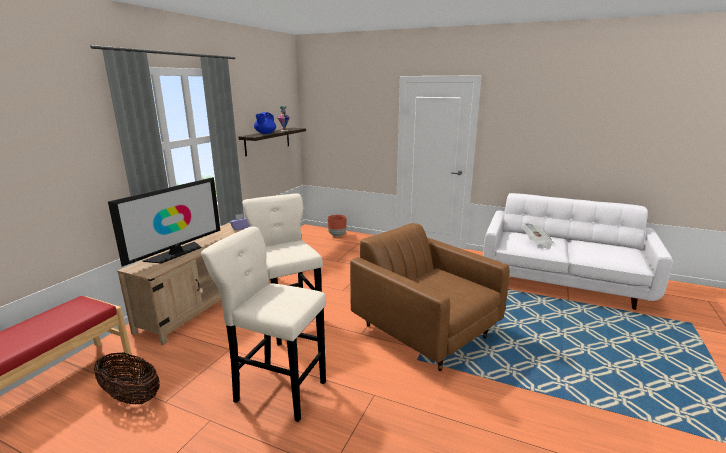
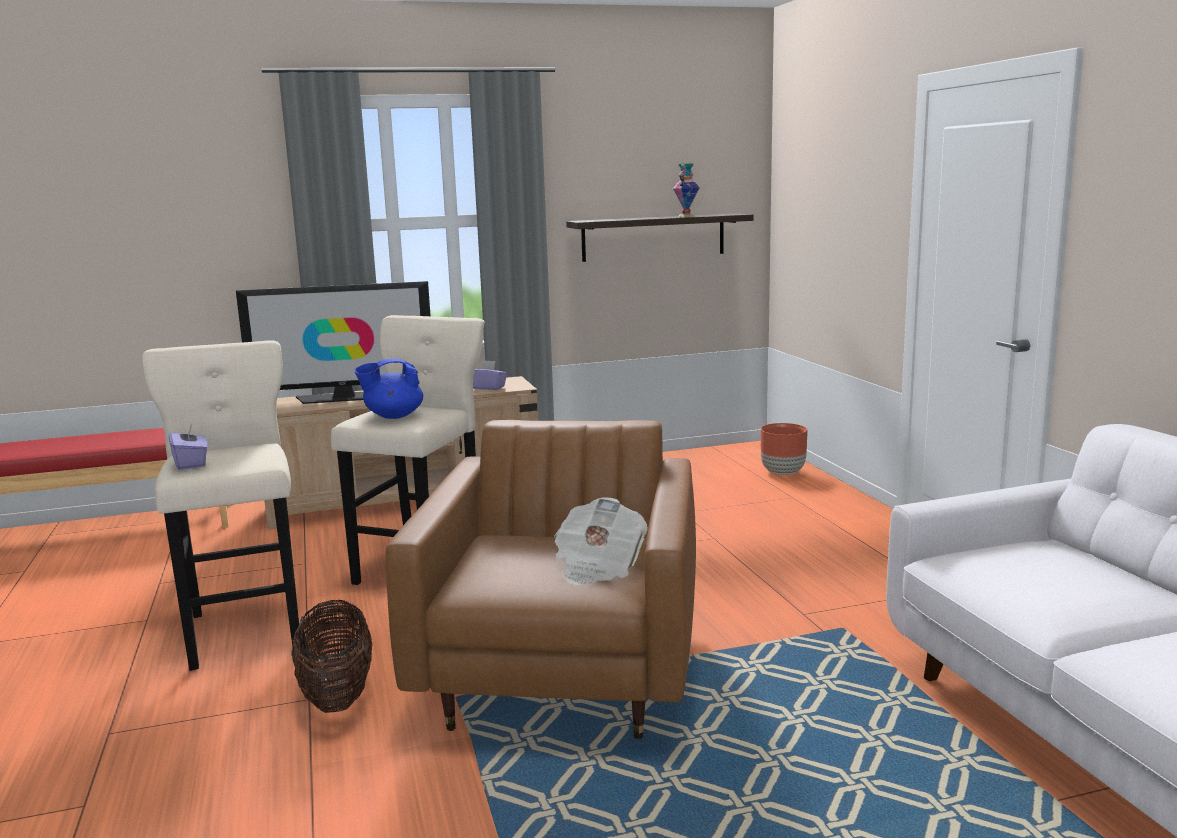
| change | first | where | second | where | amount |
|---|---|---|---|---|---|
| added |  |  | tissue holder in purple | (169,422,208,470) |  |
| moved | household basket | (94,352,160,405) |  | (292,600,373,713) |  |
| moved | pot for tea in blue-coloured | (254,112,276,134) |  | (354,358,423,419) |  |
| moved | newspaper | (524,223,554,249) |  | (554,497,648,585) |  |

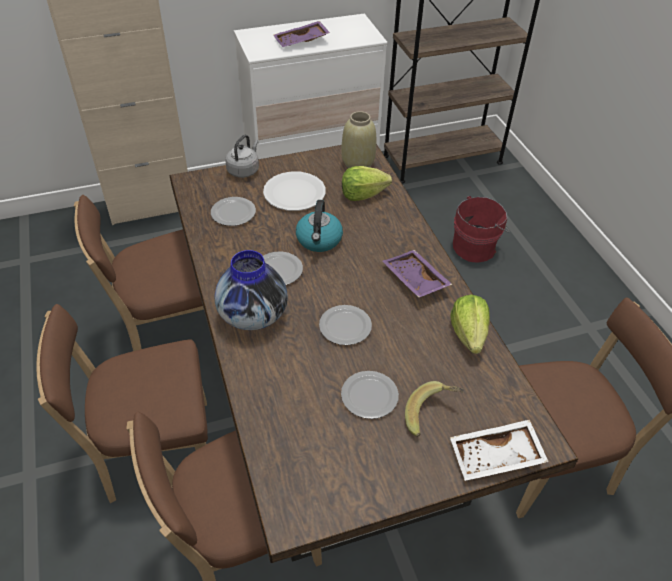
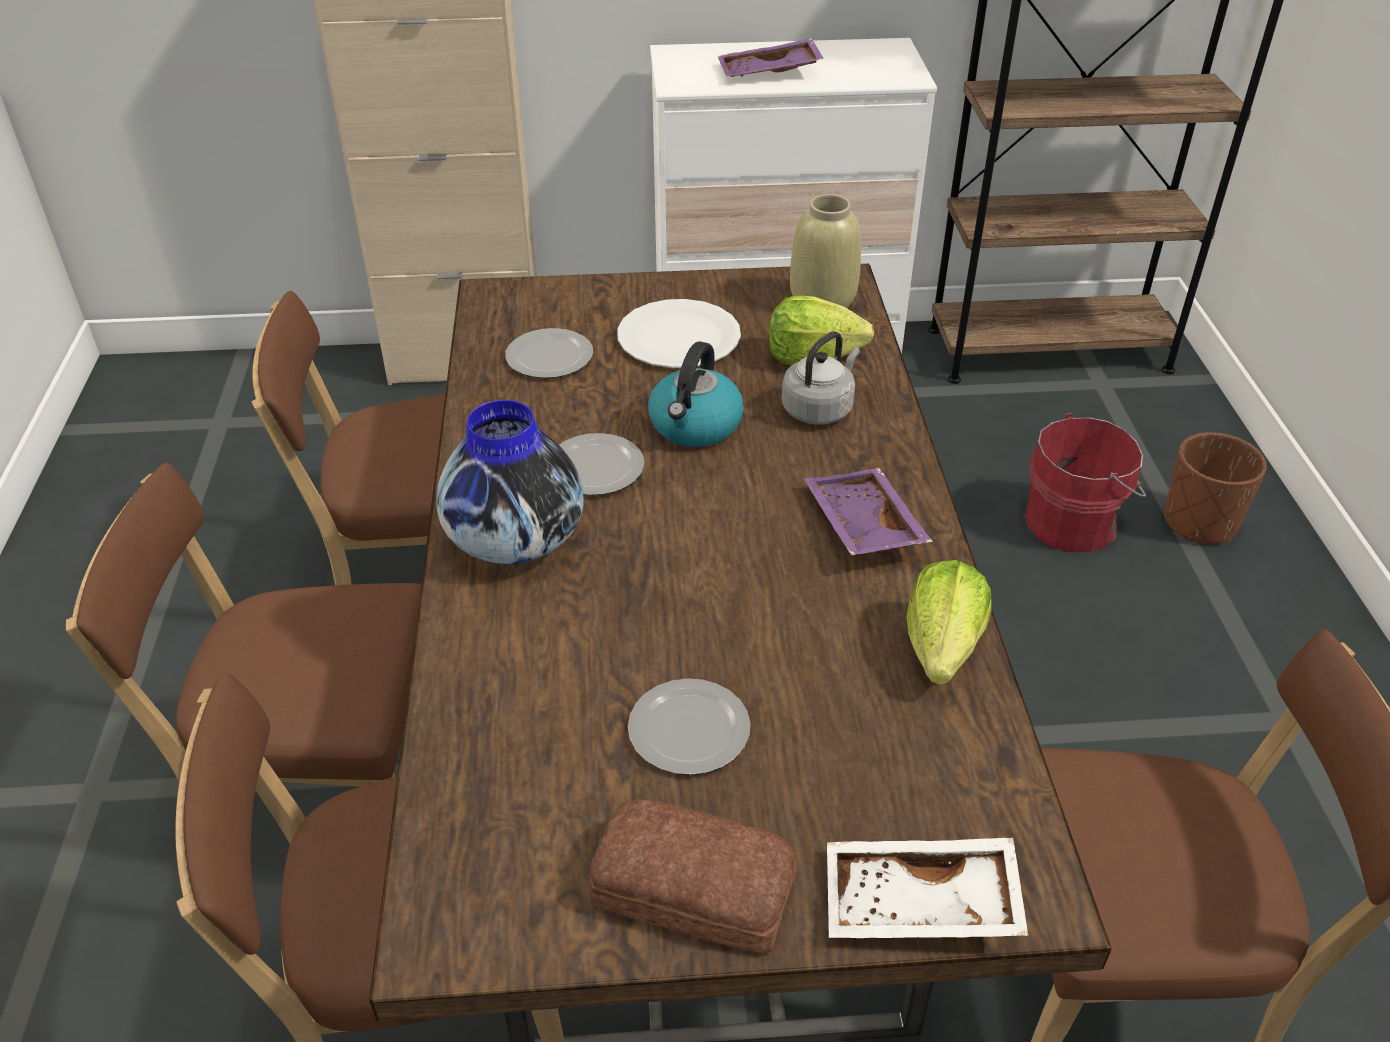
| change | first | where | second | where | amount |
|---|---|---|---|---|---|
| added |  |  | bakery bread | (588,800,797,953) |  |
| moved | tea kettle in greyish | (225,135,259,178) |  | (782,331,860,425) |  |
| added |  |  | planter in brown | (1164,432,1267,544) |  |
| removed | flat dish | (319,305,372,345) |  |  |  |
| removed | whole banana | (405,381,464,437) |  |  |  |

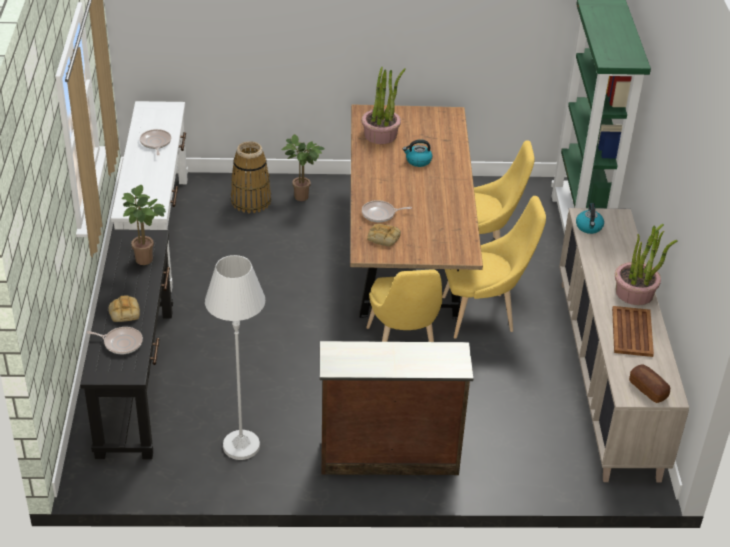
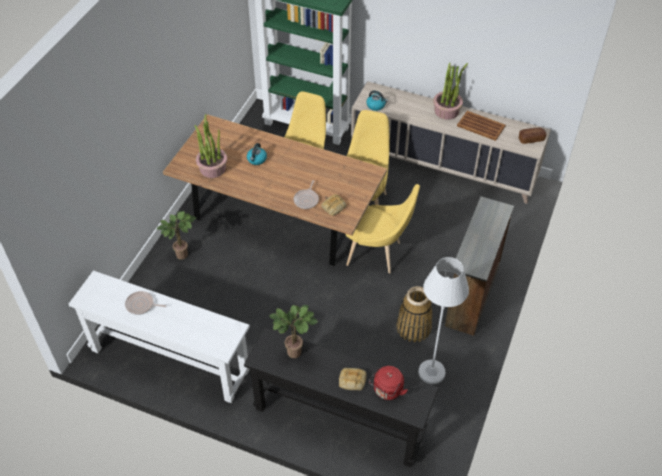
| change | first | where | second | where | amount |
|---|---|---|---|---|---|
| replaced | pan | (87,327,143,354) | tea kettle in red-coloured | (369,366,408,400) |  |
| moved | household basket | (231,141,271,213) |  | (397,286,432,342) |  |

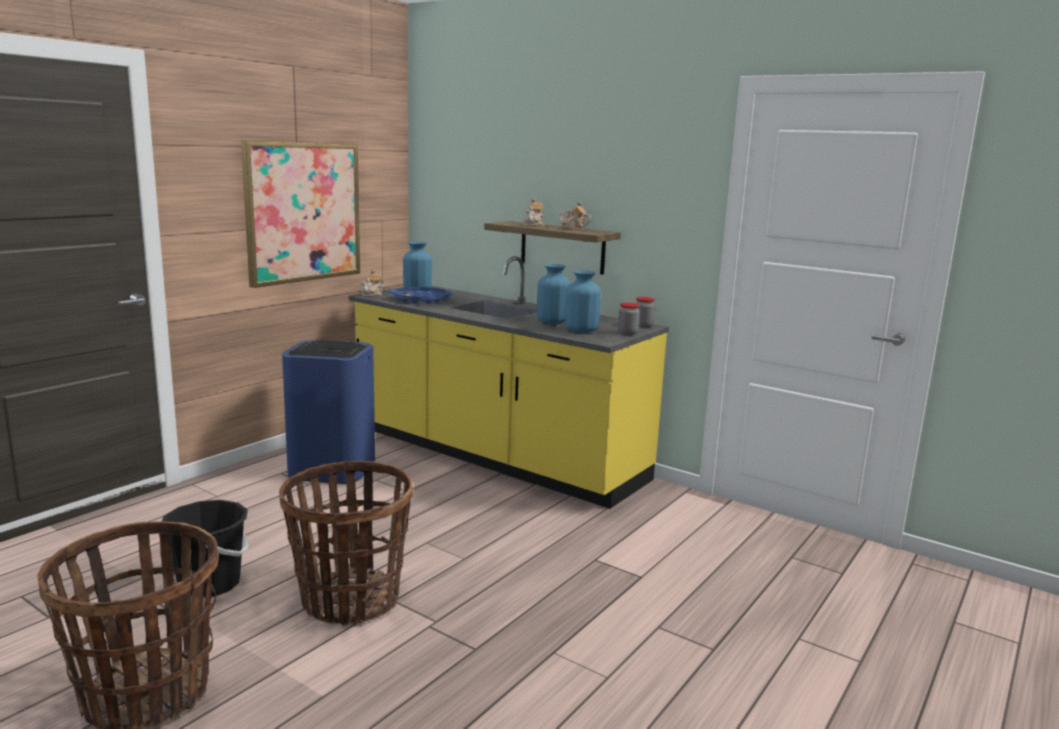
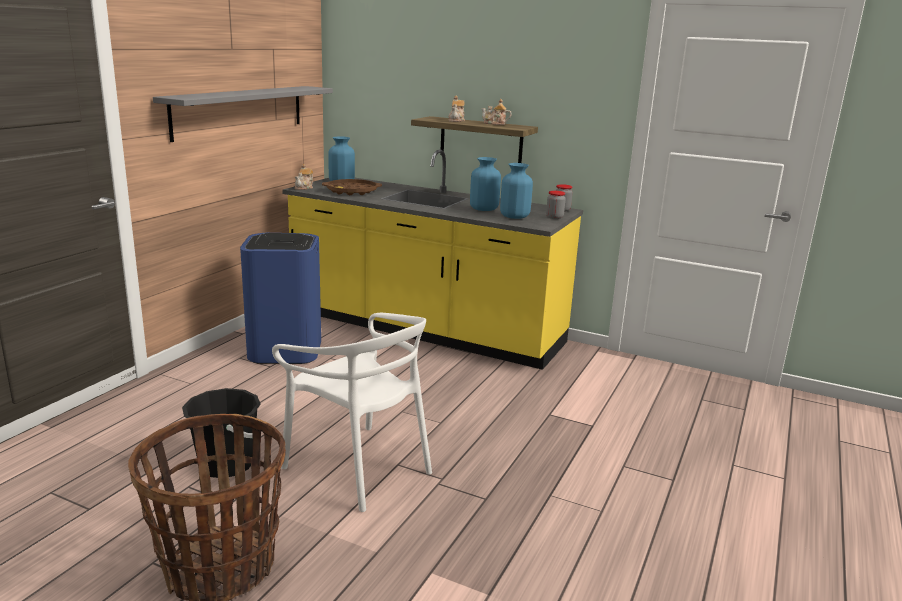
| change | first | where | second | where | amount |
|---|---|---|---|---|---|
| replaced | picture | (241,141,360,288) | wall shelf in greyish | (153,86,333,142) |  |
| replaced | household basket | (279,461,413,625) | upright chair in white | (272,313,432,512) |  |
| recoloured | tray in blue-coloured | (388,287,453,304) | tray in brown | (322,179,382,195) |  |

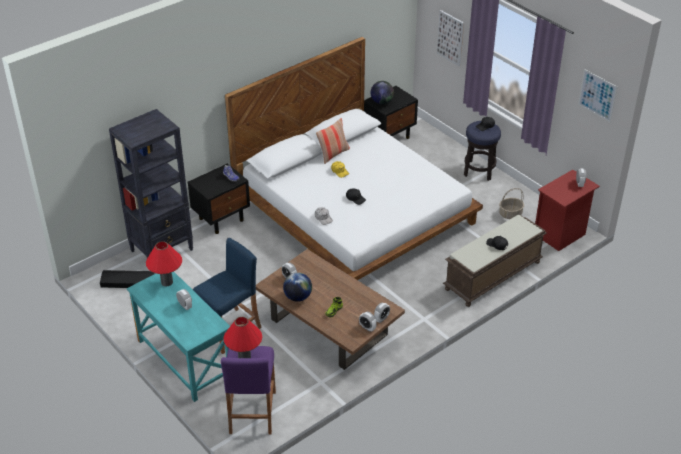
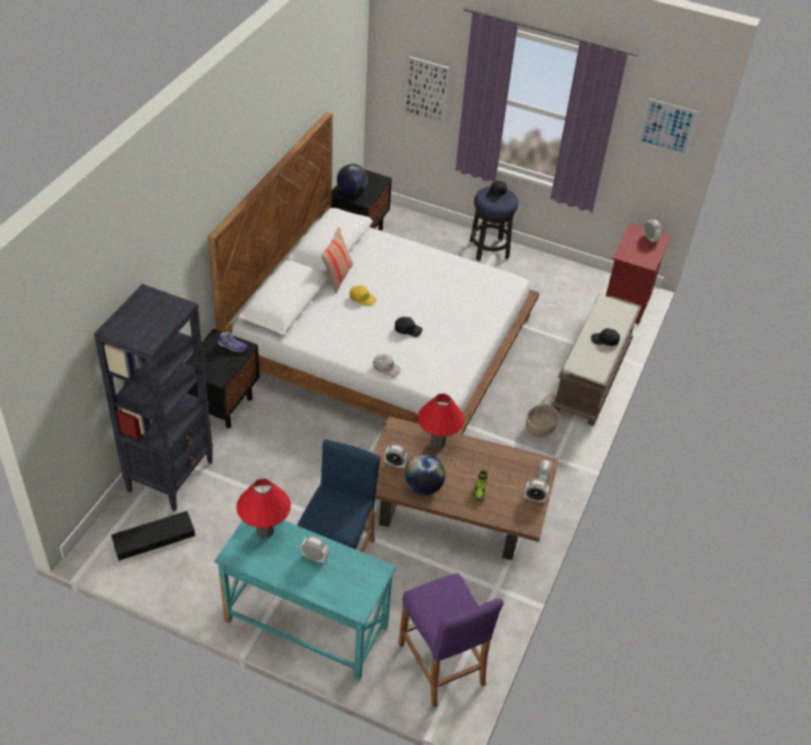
| change | first | where | second | where | amount |
|---|---|---|---|---|---|
| moved | table lamp in red-coloured | (223,317,262,358) |  | (418,394,464,449) |  |
| moved | household basket | (499,188,524,219) |  | (526,394,559,437) |  |

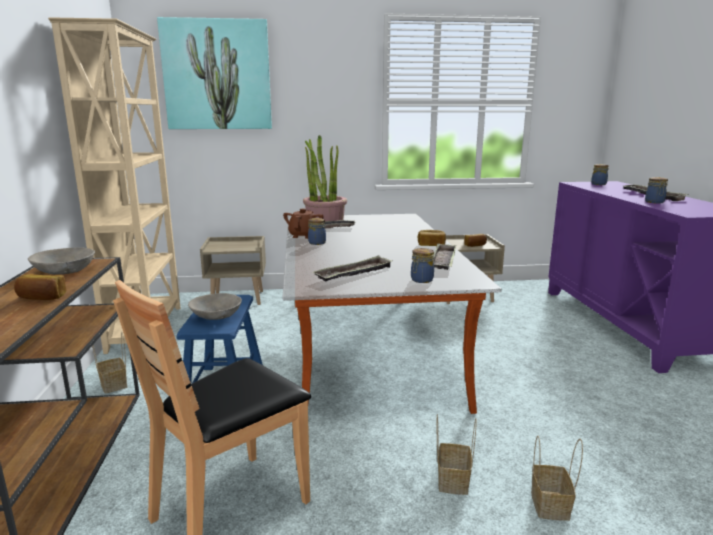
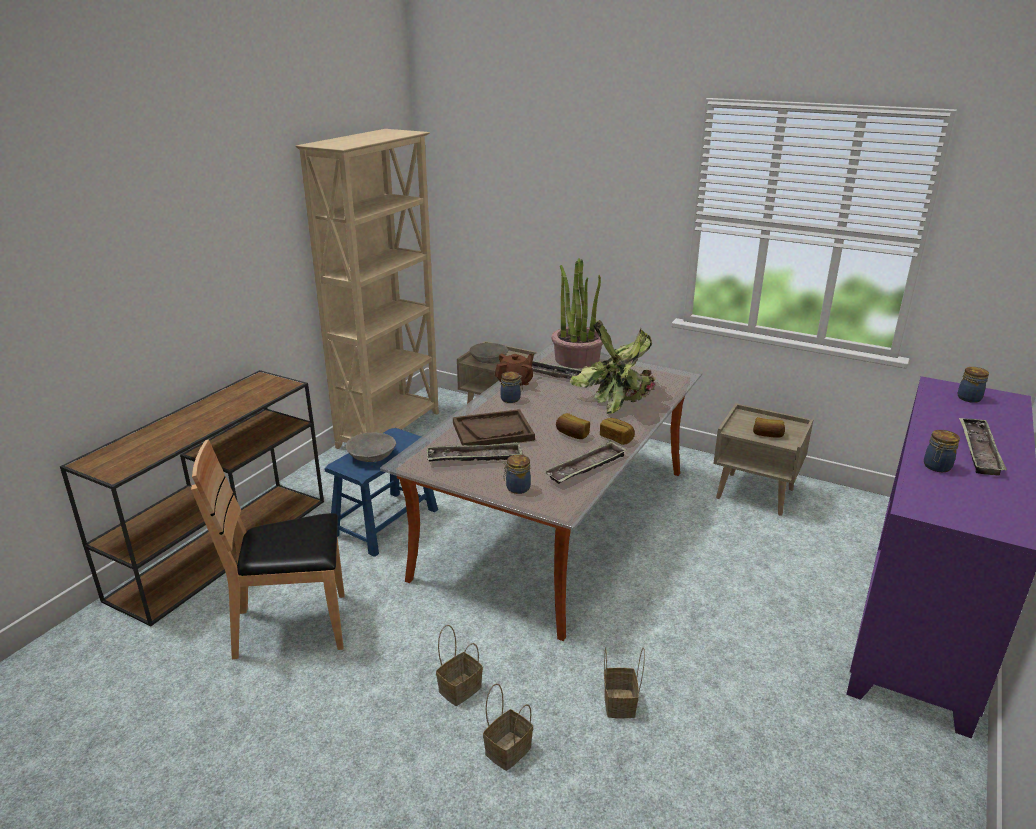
| change | first | where | second | where | amount |
|---|---|---|---|---|---|
| added |  |  | tray in brown | (453,409,535,446) |  |
| moved | serving bowl in greyish | (28,248,95,274) |  | (470,343,508,363) |  |
| moved | bakery bread | (14,274,66,300) |  | (556,413,590,439) |  |
| added |  |  | potted plant | (570,320,656,414) |  |
| moved | household basket | (92,332,127,394) |  | (604,647,645,718) |  |
| removed | picture | (157,17,272,129) |  |  |  |

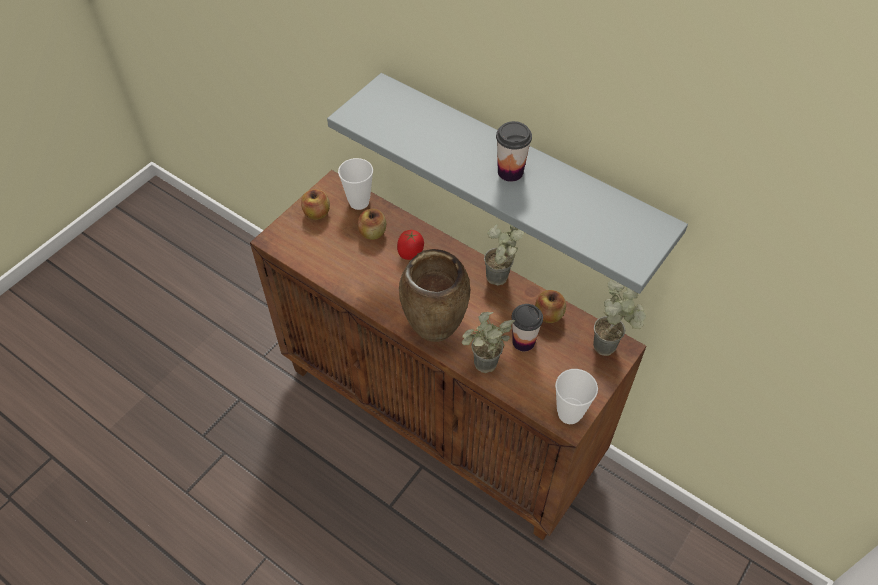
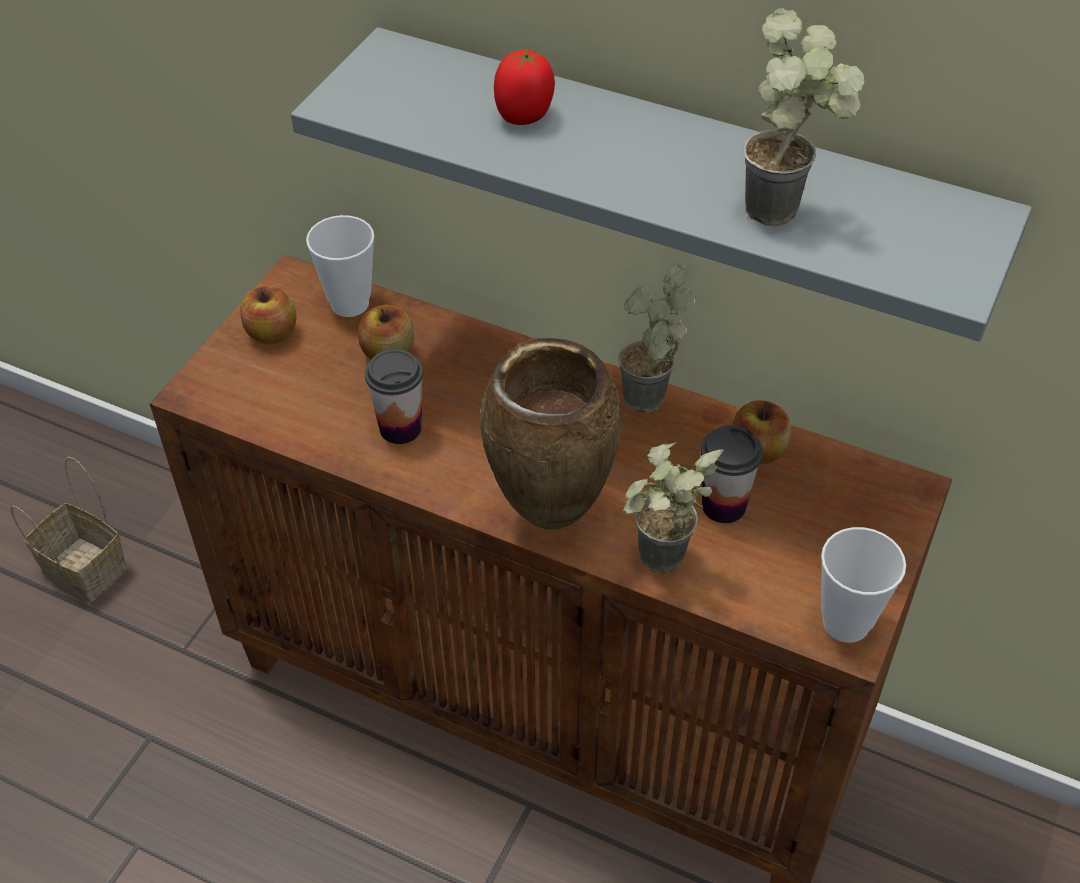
| change | first | where | second | where | amount |
|---|---|---|---|---|---|
| added |  |  | household basket | (10,457,127,602) |  |
| moved | small cup | (496,121,532,182) |  | (365,349,423,444) |  |
| moved | tomato | (397,230,424,260) |  | (494,49,555,125) |  |
| moved | potted plant | (593,279,646,356) |  | (743,8,864,226) |  |

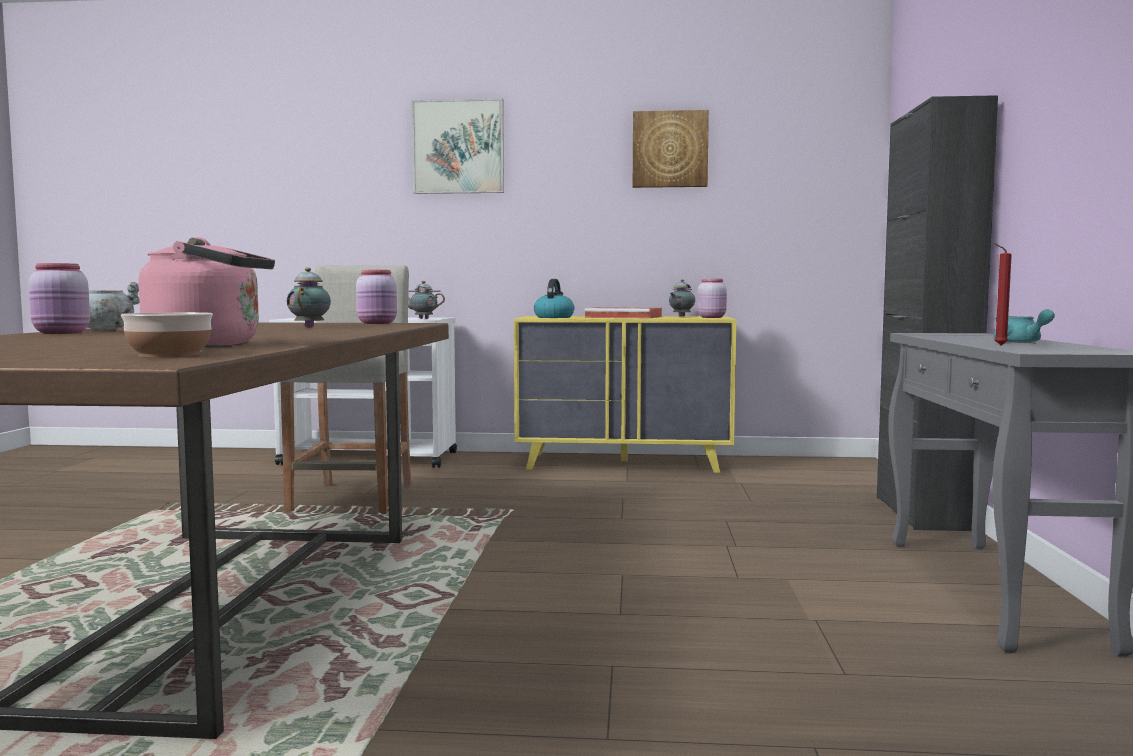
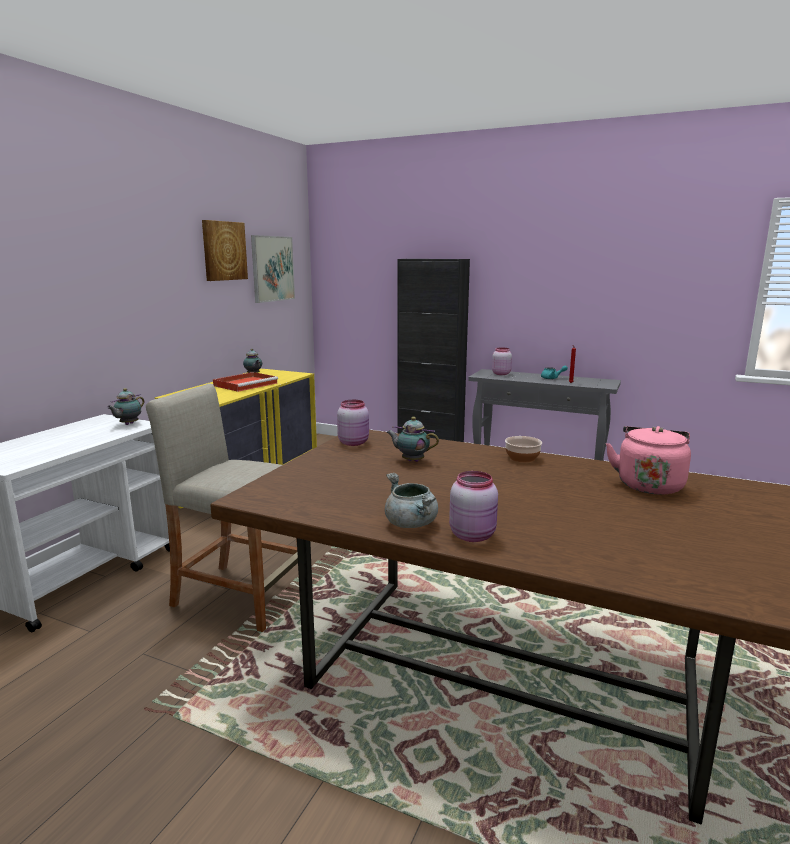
| change | first | where | second | where | amount |
|---|---|---|---|---|---|
| moved | picture | (411,98,504,194) |  | (251,235,295,303) |  |
| moved | storage jar in pink | (697,279,727,318) |  | (492,347,512,375) |  |
| moved | serving bowl | (121,312,213,357) |  | (505,436,542,462) |  |
| removed | tea kettle | (534,279,574,318) |  |  |  |

